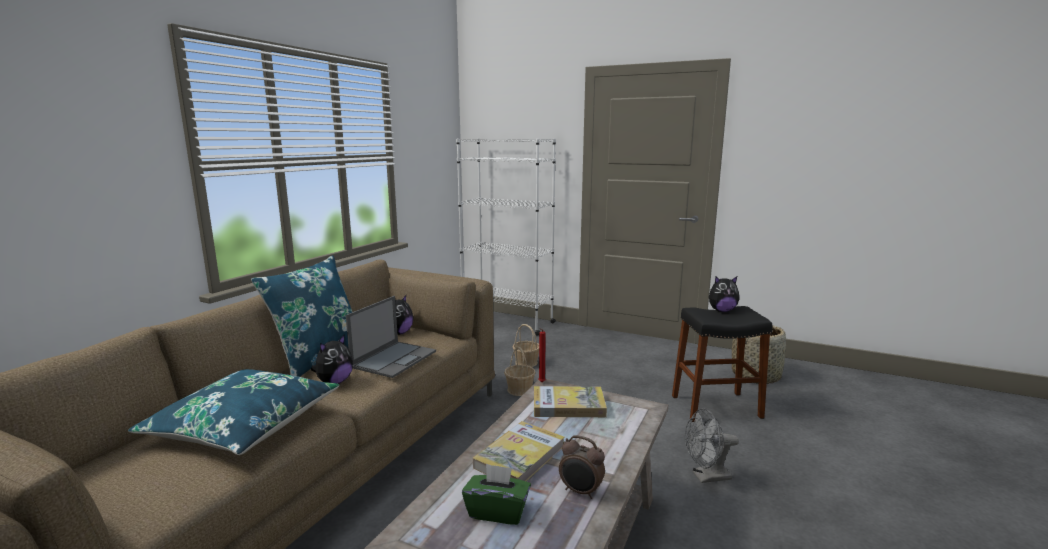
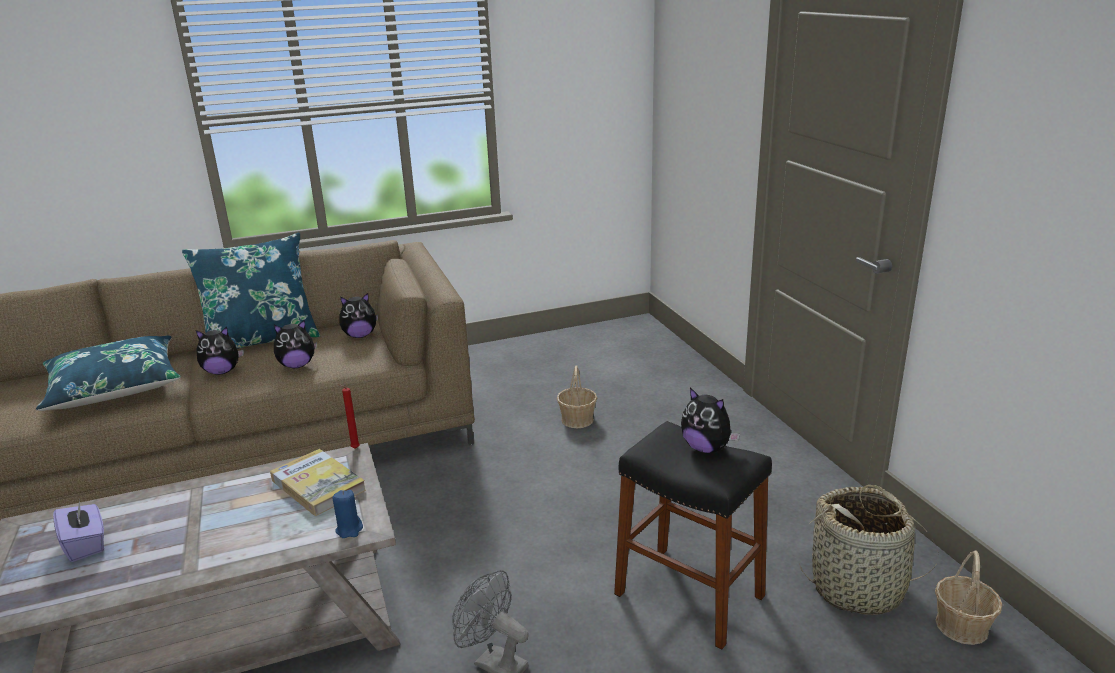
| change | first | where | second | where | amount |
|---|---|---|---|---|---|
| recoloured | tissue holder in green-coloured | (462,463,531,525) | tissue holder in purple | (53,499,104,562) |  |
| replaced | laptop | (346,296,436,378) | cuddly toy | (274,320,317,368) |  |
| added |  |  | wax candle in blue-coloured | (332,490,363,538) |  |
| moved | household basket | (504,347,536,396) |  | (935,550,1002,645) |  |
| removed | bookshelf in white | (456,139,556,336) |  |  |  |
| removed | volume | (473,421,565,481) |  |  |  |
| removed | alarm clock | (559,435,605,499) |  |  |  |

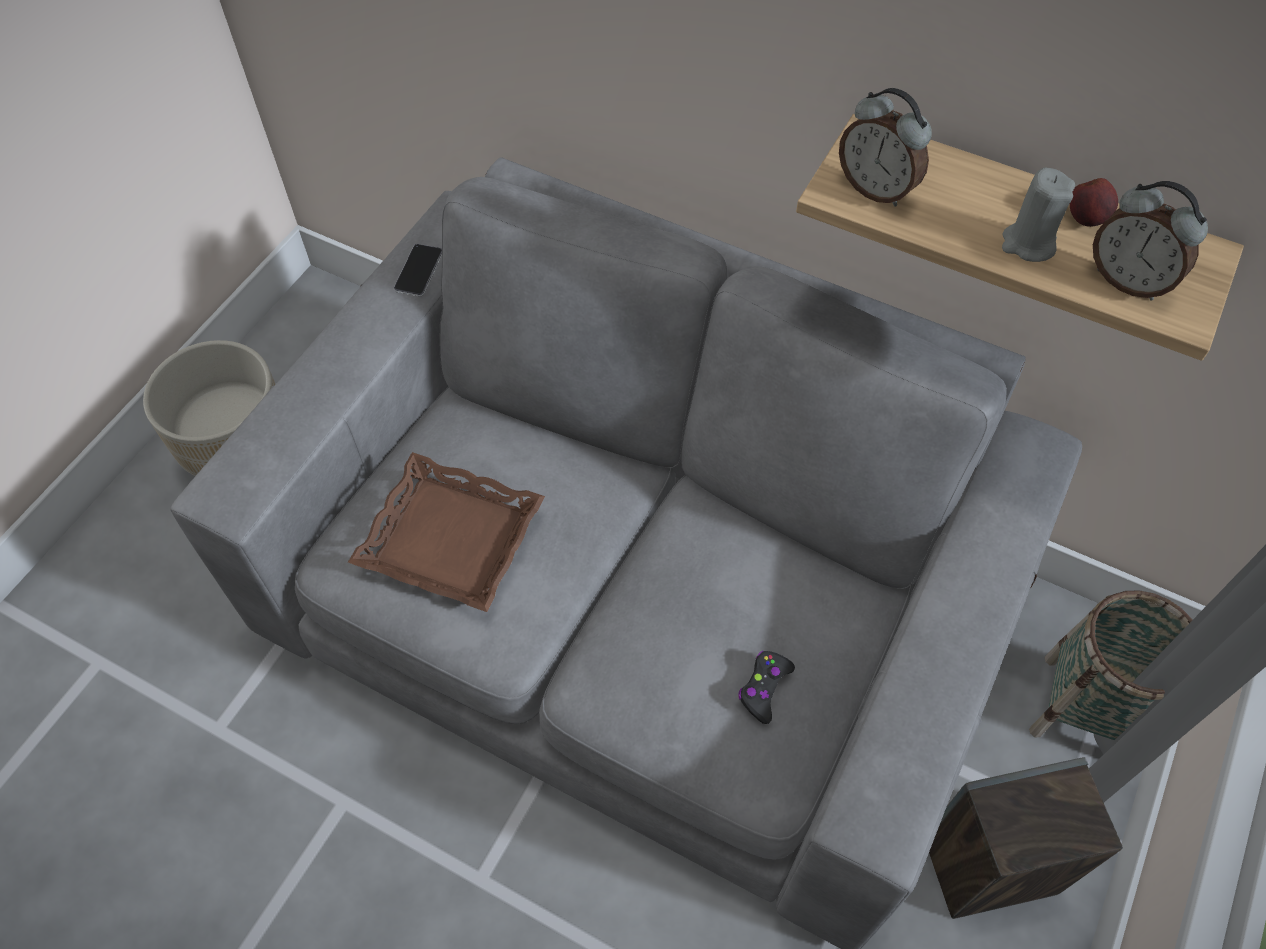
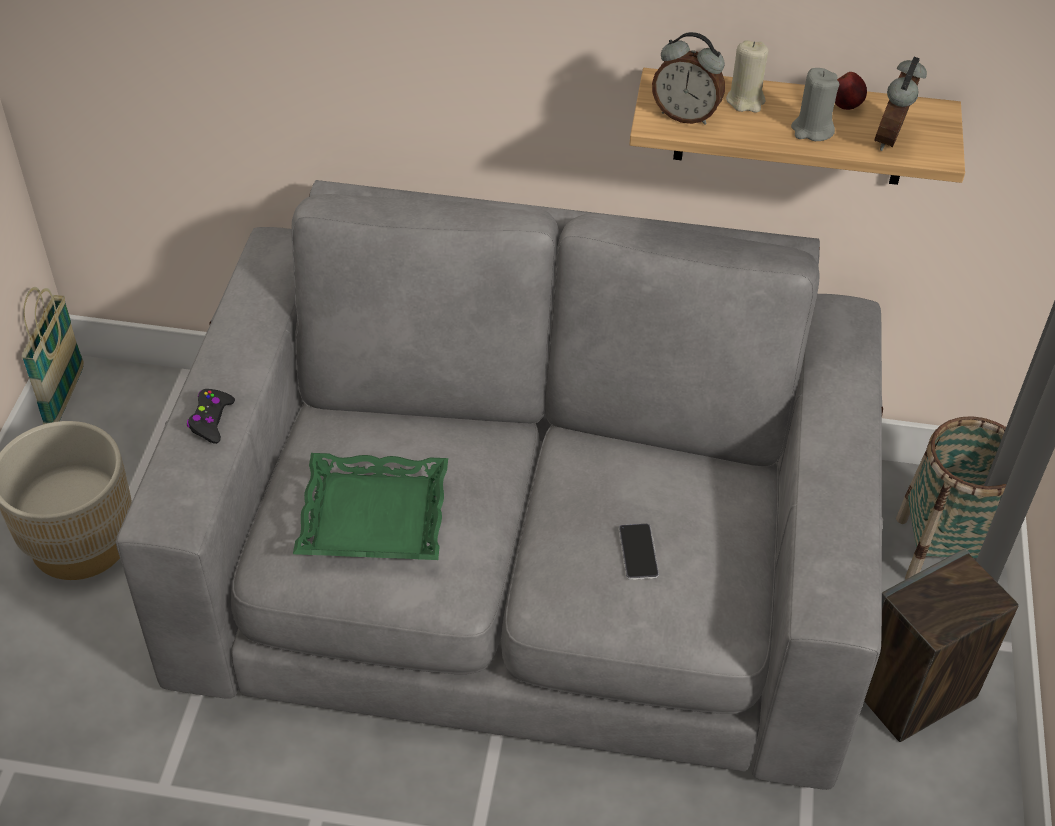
| change | first | where | second | where | amount |
|---|---|---|---|---|---|
| added |  |  | household basket | (21,287,84,424) |  |
| moved | joypad in black-coloured | (738,651,795,724) |  | (187,389,235,444) |  |
| recoloured | tray in brown | (348,452,545,612) | tray in green-coloured | (293,453,448,560) |  |
| moved | handset | (393,244,442,297) |  | (619,524,659,580) |  |
| added |  |  | wax candle in beige | (726,40,768,112) |  |
| turned | alarm clock | (1093,181,1208,301) |  | (874,57,927,151) | 90 degrees clockwise |

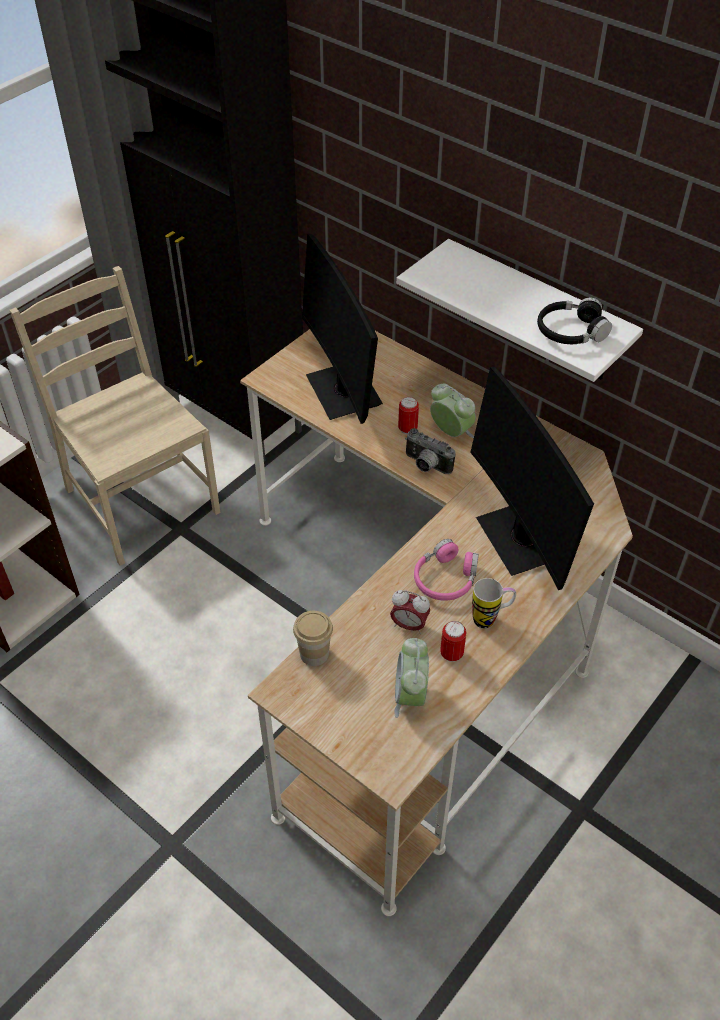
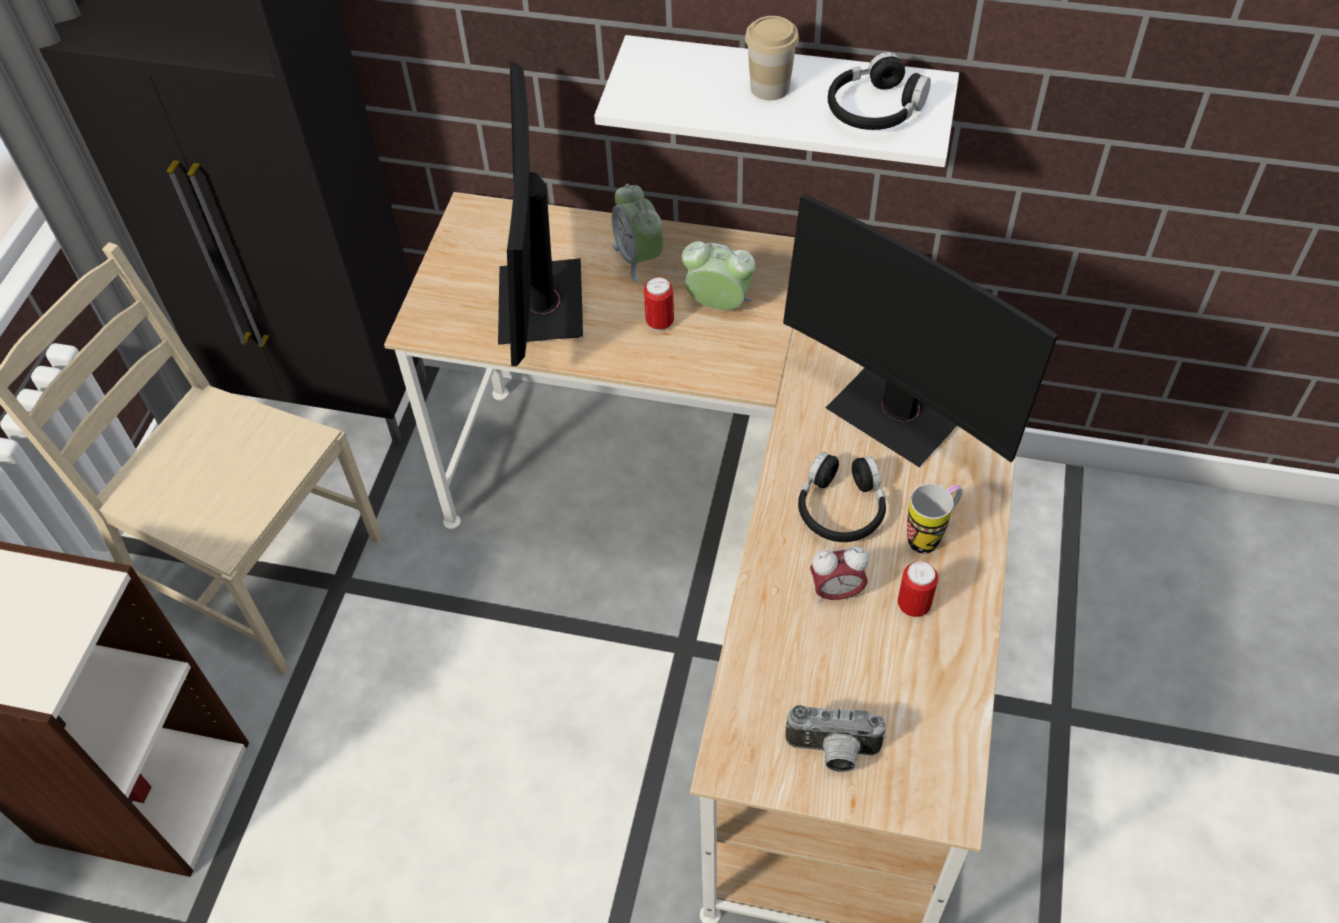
| change | first | where | second | where | amount |
|---|---|---|---|---|---|
| turned | computer display | (302,234,383,424) |  | (498,62,583,366) | 45 degrees clockwise |
| moved | alarm clock | (395,638,429,718) |  | (612,183,663,282) |  |
| moved | small cup | (293,611,333,666) |  | (745,16,799,100) |  |
| moved | photo camera | (405,428,455,474) |  | (785,705,886,772) |  |
| recoloured | headset in pink | (414,539,479,601) | headset in black-coloured | (798,452,886,542) |  |

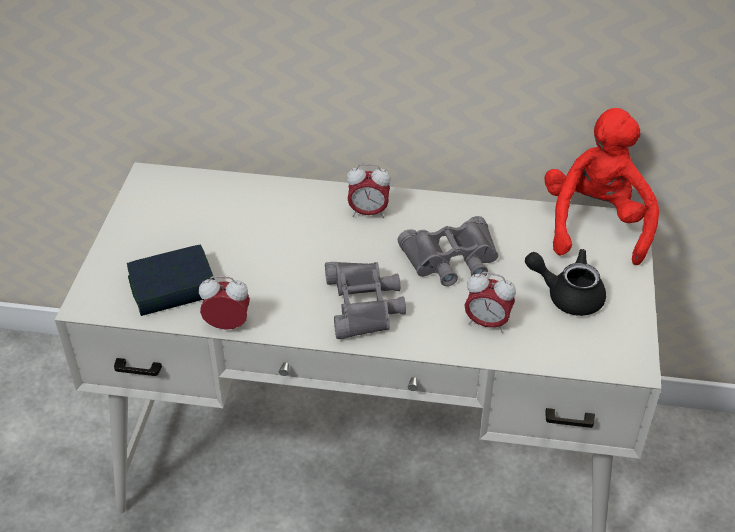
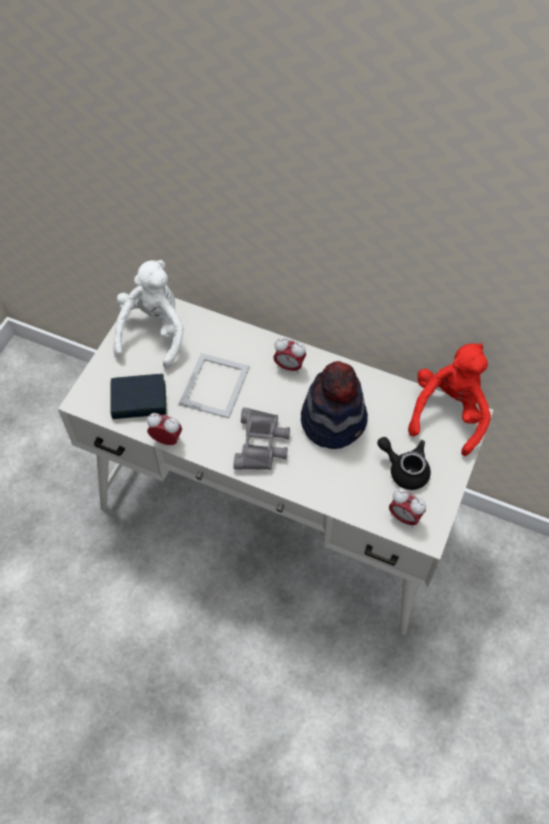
| change | first | where | second | where | amount |
|---|---|---|---|---|---|
| added |  |  | cuddly toy in white | (114,260,184,369) |  |
| added |  |  | photo frame | (179,353,250,418) |  |
| replaced | binoculars in greyish | (398,216,498,286) | hat | (301,361,368,449) |  |
| moved | alarm clock | (464,272,516,333) |  | (389,488,426,528) |  |

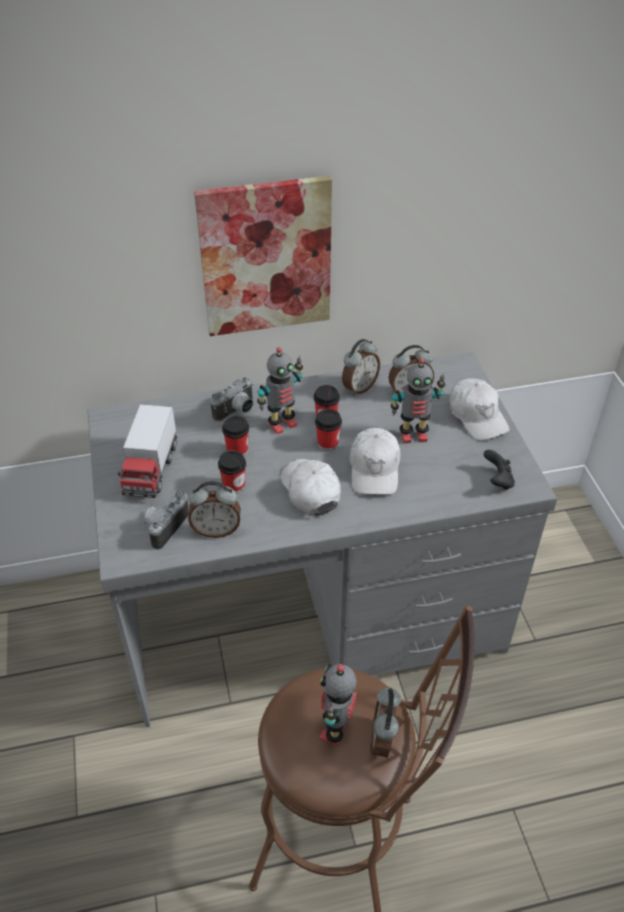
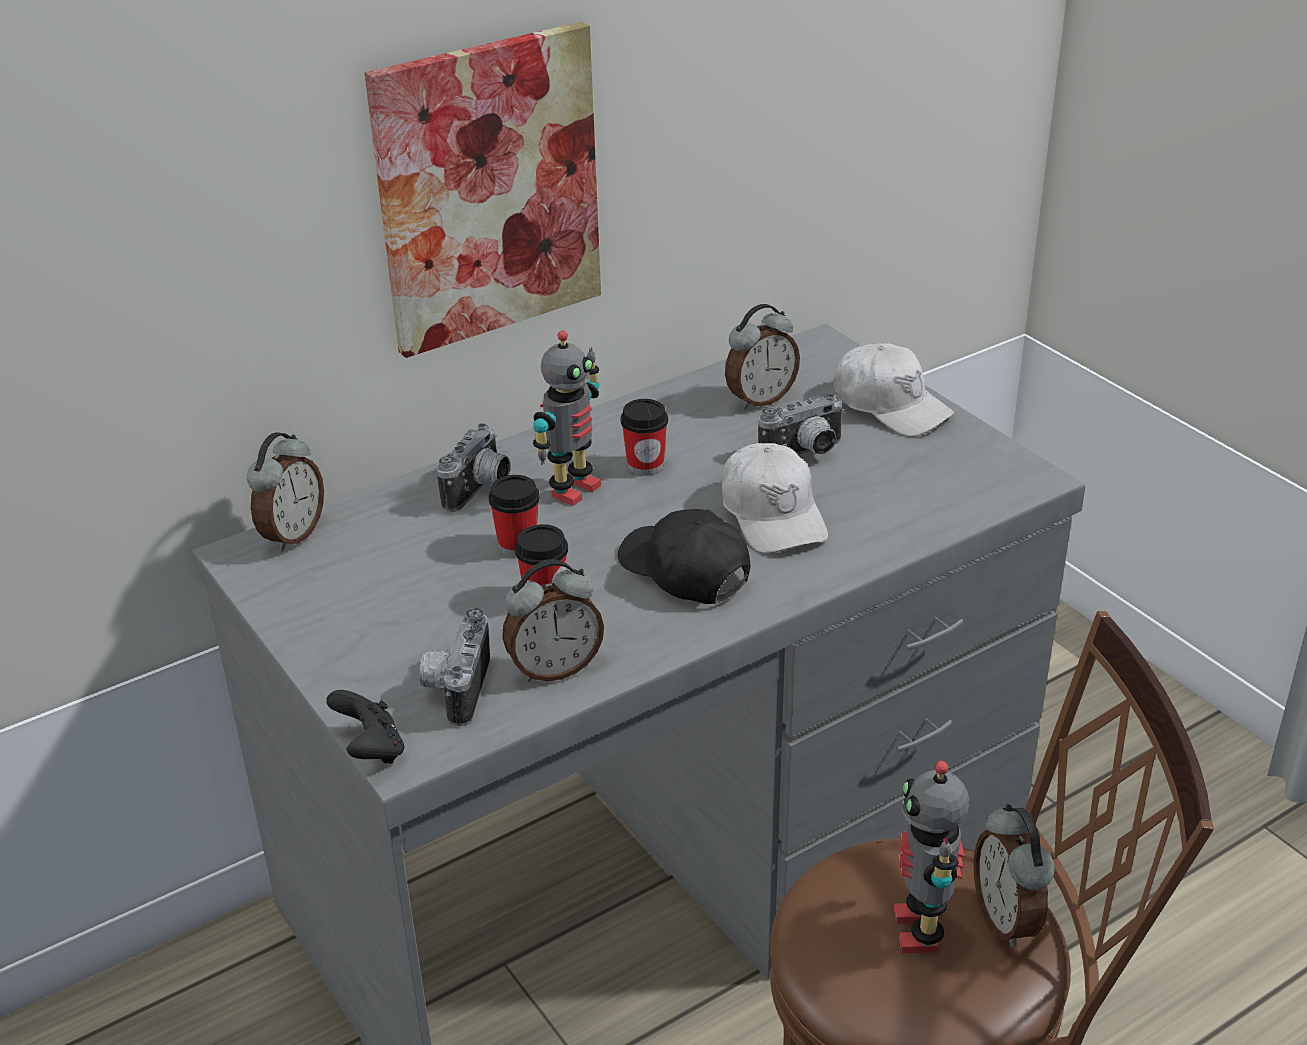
| change | first | where | second | where | amount |
|---|---|---|---|---|---|
| moved | alarm clock | (342,339,380,396) |  | (247,432,324,552) |  |
| moved | joypad in black-coloured | (484,450,515,490) |  | (326,690,404,764) |  |
| recoloured | baseball cap in white | (281,459,341,516) | baseball cap in black-coloured | (618,509,751,604) |  |
| replaced | model robot | (391,358,445,443) | photo camera | (758,393,845,455) |  |
| removed | toy lorry | (118,404,177,498) |  |  |  |
| removed | small cup | (315,409,342,451) |  |  |  |

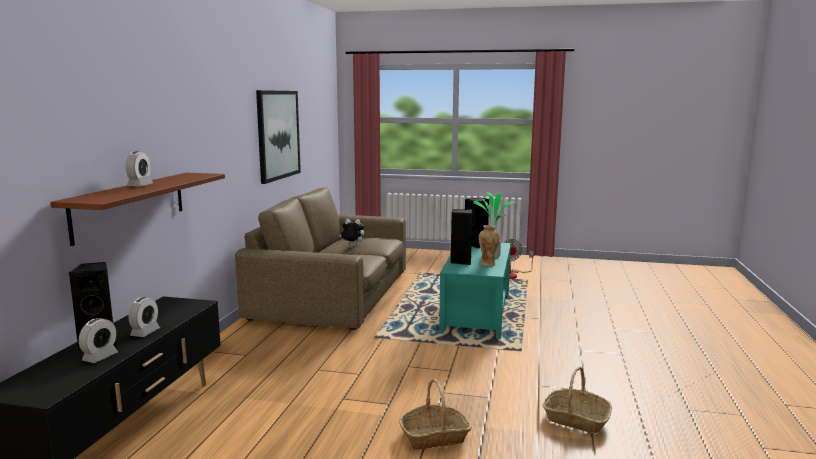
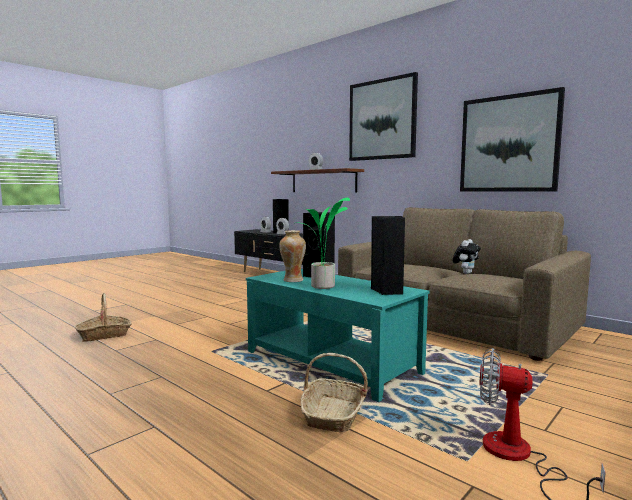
| change | first | where | second | where | amount |
|---|---|---|---|---|---|
| moved | household basket | (399,379,472,450) |  | (300,353,368,432) |  |
| added |  |  | picture | (349,72,418,161) |  |

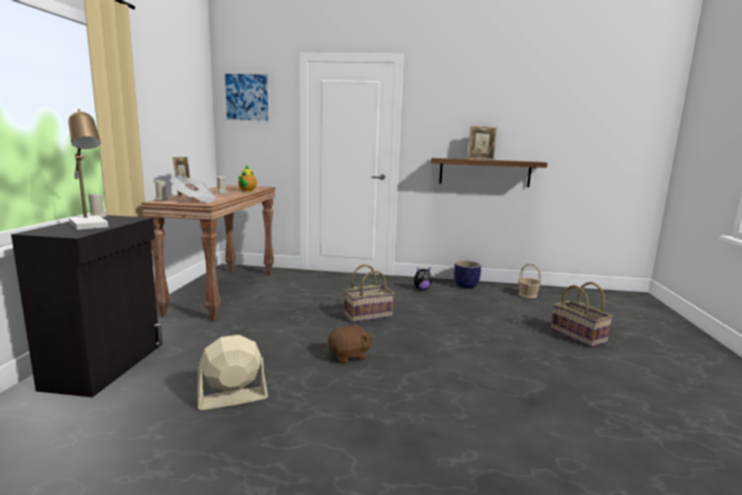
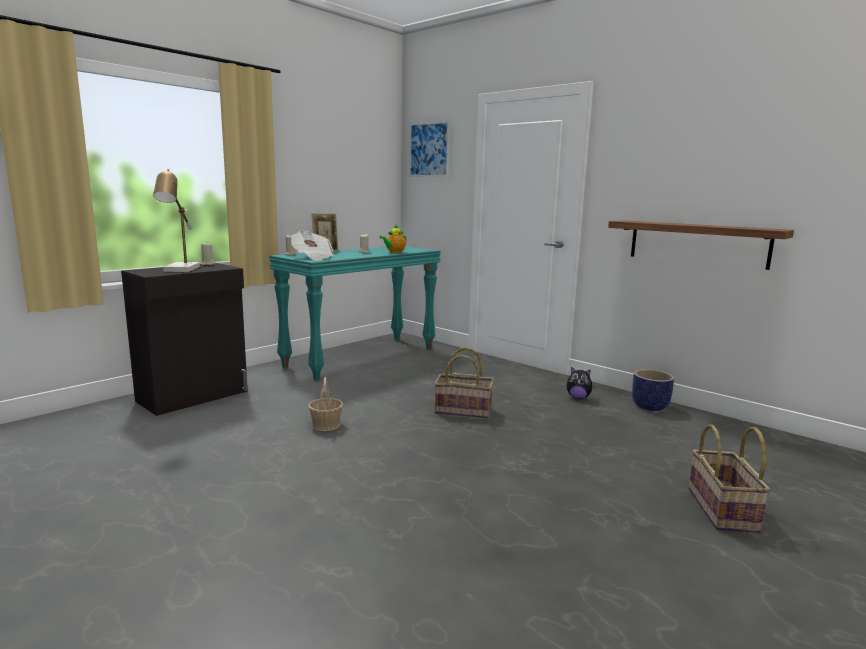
| change | first | where | second | where | amount |
|---|---|---|---|---|---|
| recoloured | narrow table in brown | (141,185,276,321) | narrow table in blue-green | (269,247,441,381) |  |
| moved | household basket | (518,264,541,298) |  | (308,377,343,431) |  |
| removed | electric fan in beige | (197,335,268,410) |  |  |  |
| removed | cuddly toy in brown | (328,324,373,364) |  |  |  |
| removed | photo frame | (468,126,497,160) |  |  |  |

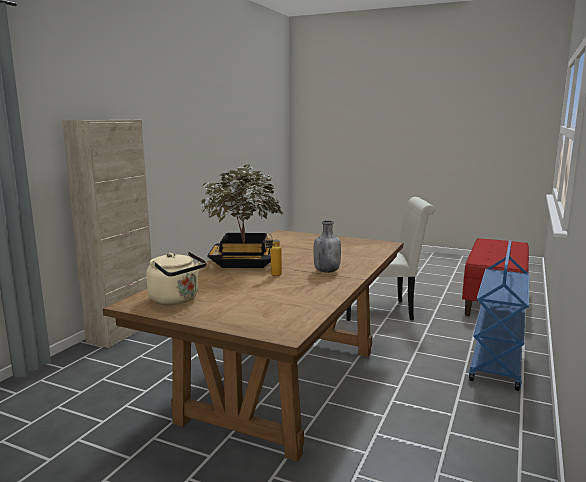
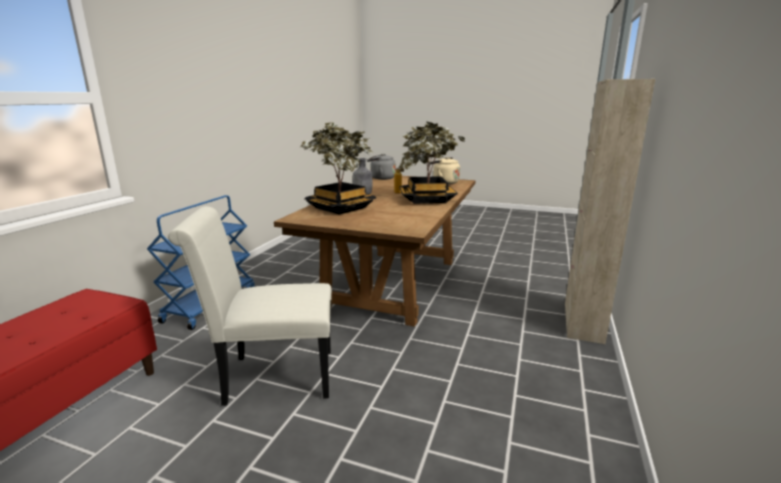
| change | first | where | second | where | amount |
|---|---|---|---|---|---|
| added |  |  | potted plant | (300,122,376,215) |  |
| added |  |  | tea kettle in greyish | (367,154,396,180) |  |

